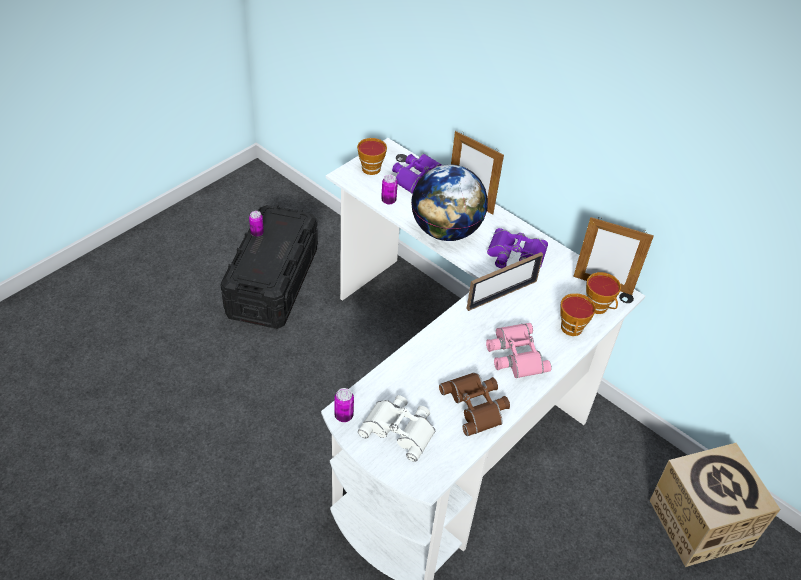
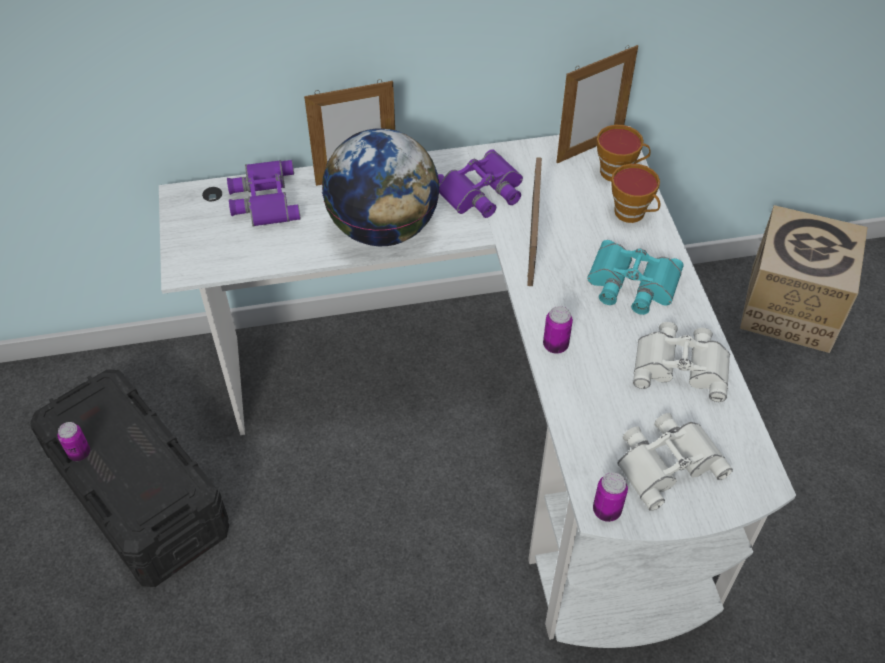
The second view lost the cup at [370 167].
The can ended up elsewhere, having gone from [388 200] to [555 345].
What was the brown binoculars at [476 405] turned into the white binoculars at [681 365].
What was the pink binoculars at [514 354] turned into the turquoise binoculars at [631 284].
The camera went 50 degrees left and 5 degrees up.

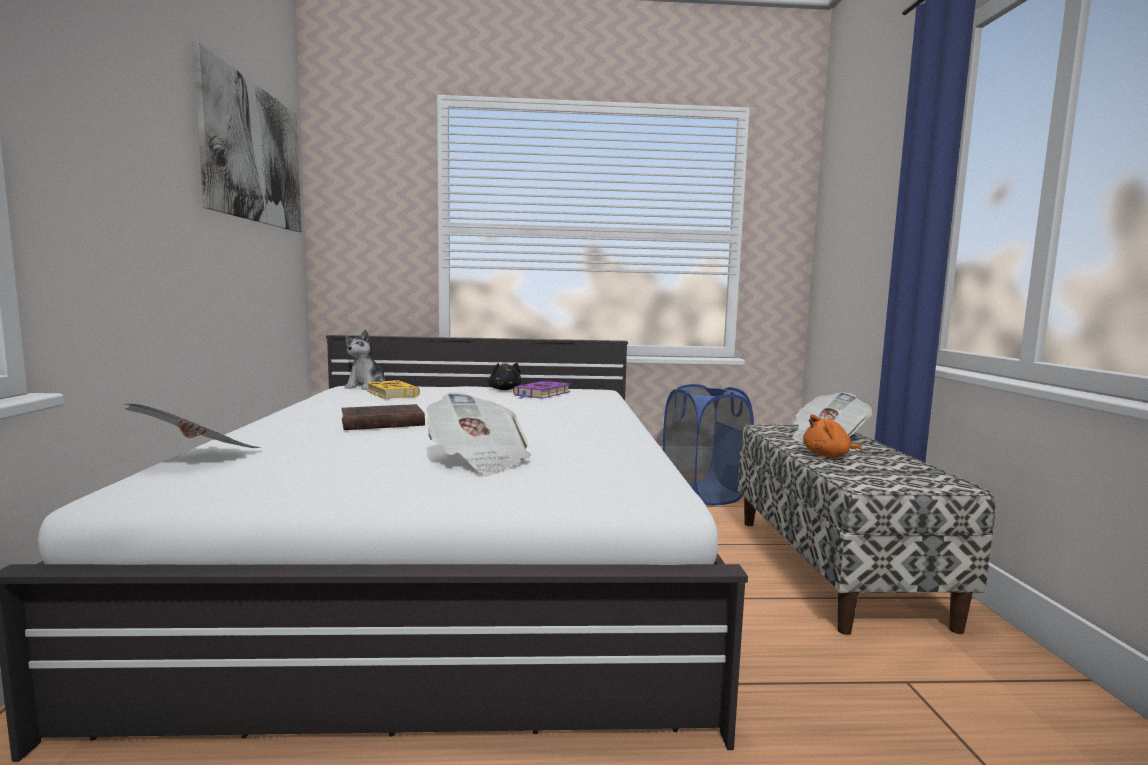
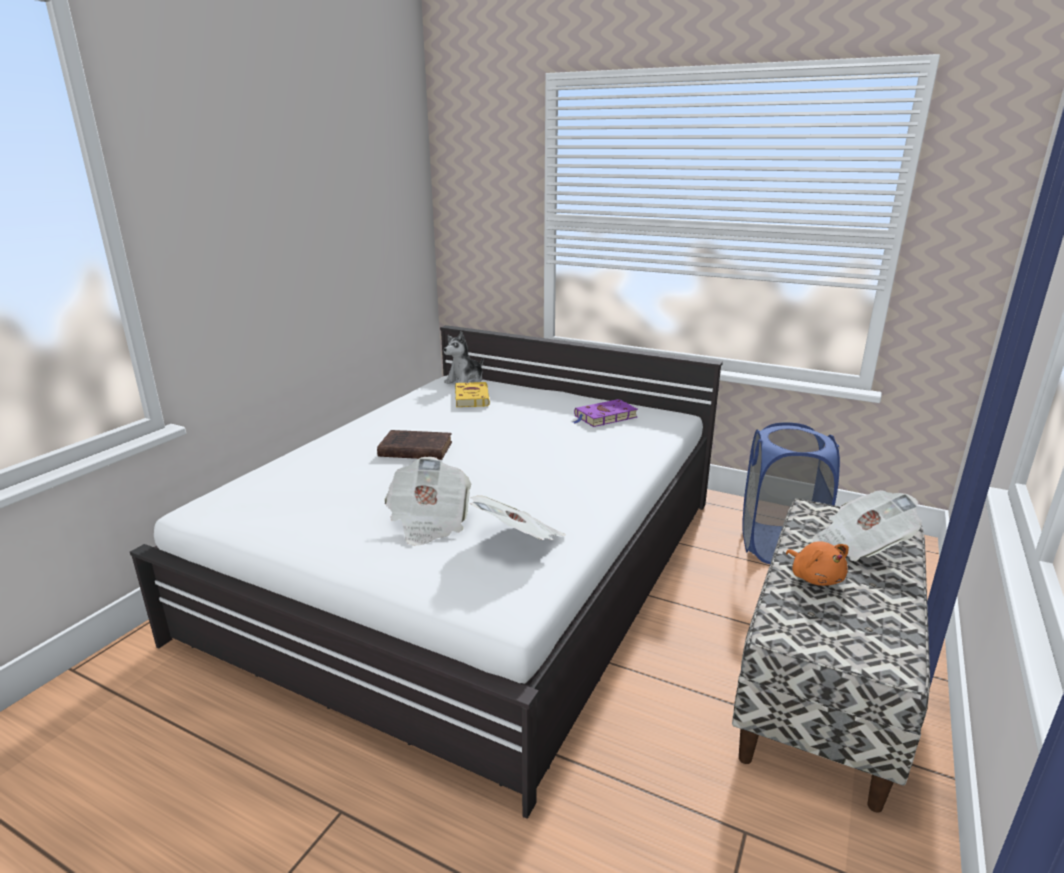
The newspaper ended up elsewhere, having gone from [198 457] to [518 540].
The second view lost the picture at [254 154].
The second view lost the black plush toy at [504 389].
The orange plush toy at [829 456] ended up facing another way, 135 degrees counterclockwise from before.
The camera went 30 degrees right and 15 degrees up.

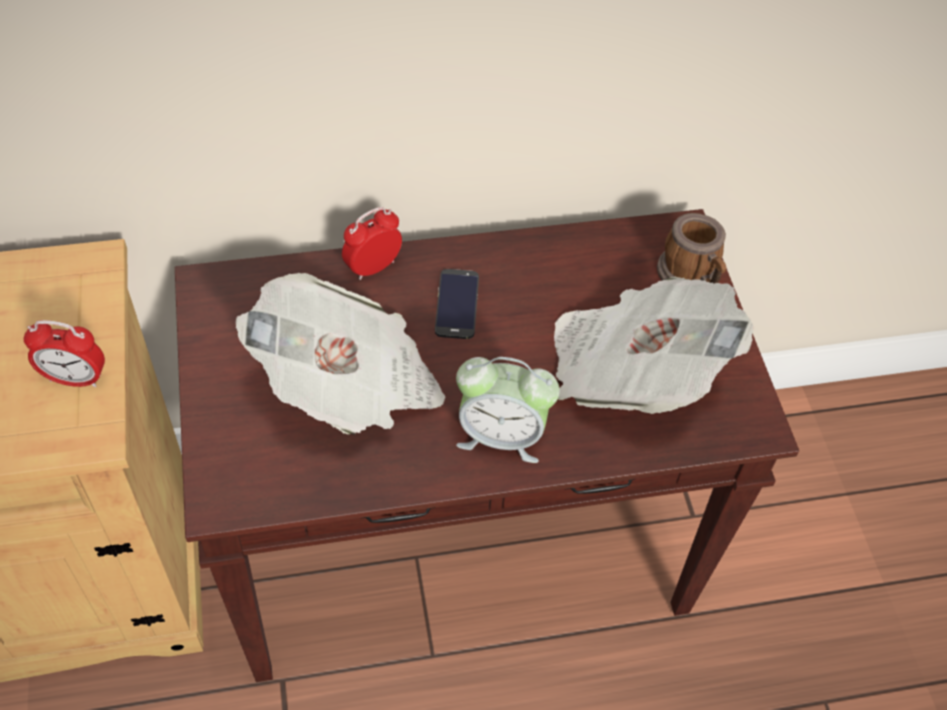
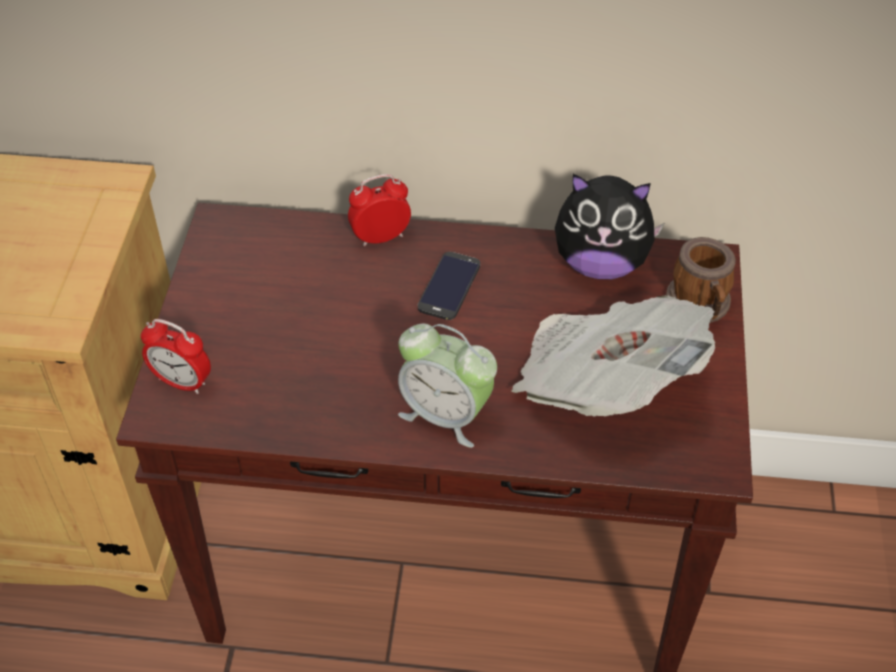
The alarm clock ended up elsewhere, having gone from [75 378] to [182 382].
The second view lost the newspaper at [349 384].
The second view gained the plush toy at [600 263].
The camera went 20 degrees right and 5 degrees down.

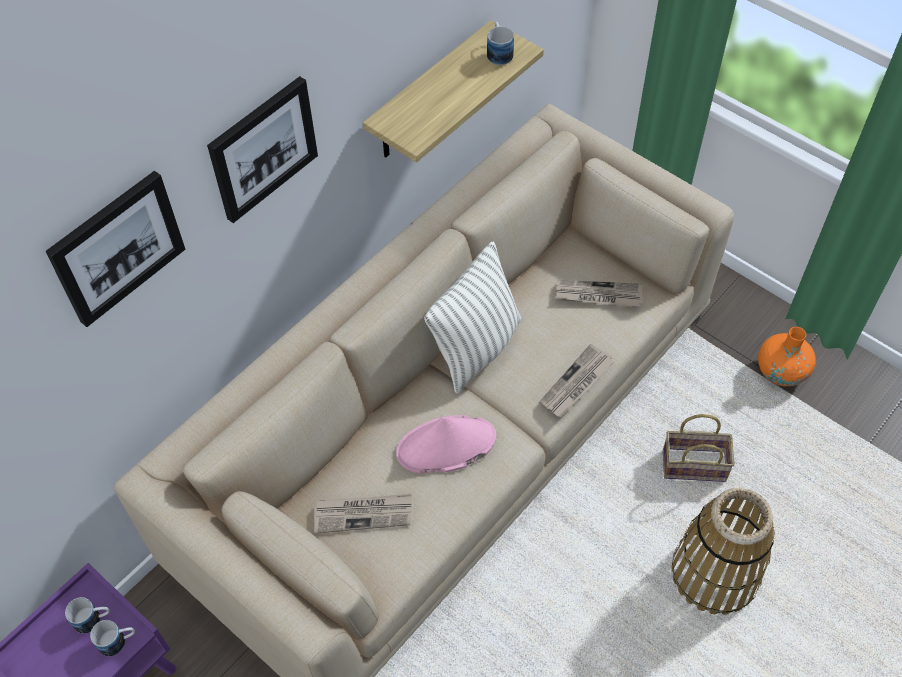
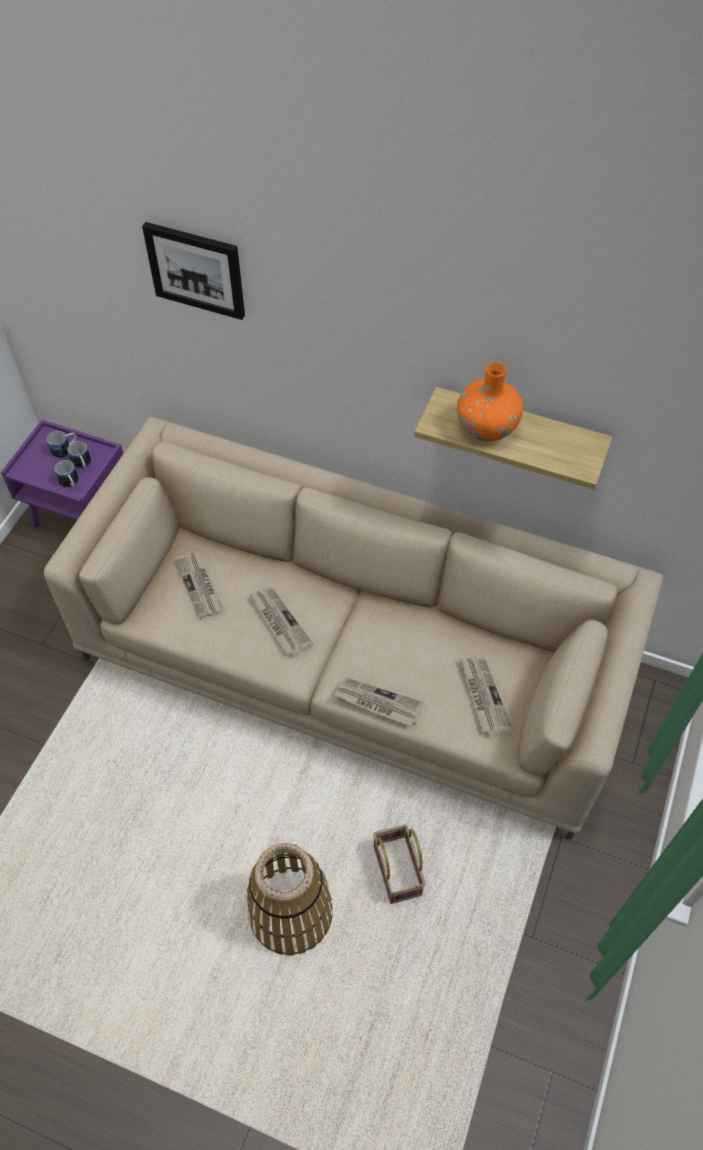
The second view lost the picture at [262 148].
Where the pink hat stood at [446 446], the newspaper came to stand at [279 622].
The second view lost the pillow at [476 348].
The mug ended up elsewhere, having gone from [498 52] to [65 449].
The orange vase ended up elsewhere, having gone from [781 372] to [486 428].
The camera went 70 degrees right and 0 degrees up.

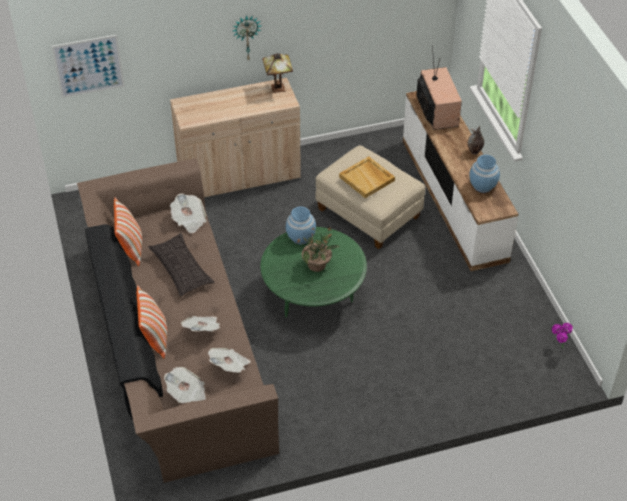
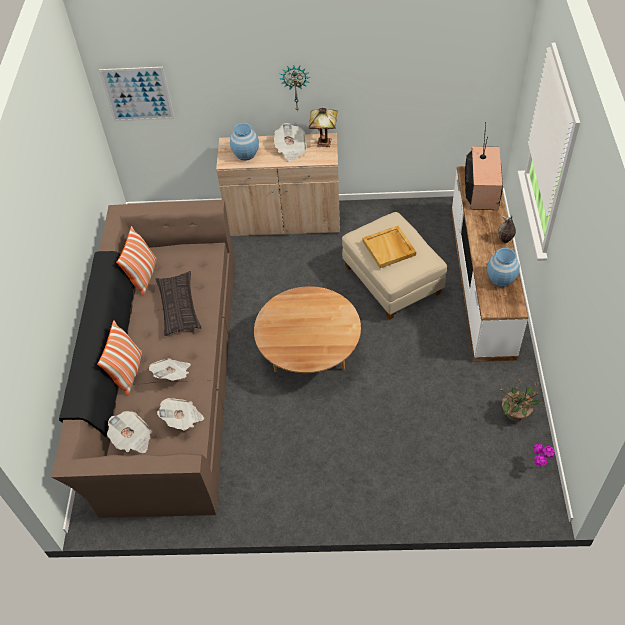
The newspaper ended up elsewhere, having gone from [189 220] to [291 150].
What was the green coffee table at [313 295] turned into the brown coffee table at [309 354].
The blue vase ended up elsewhere, having gone from [300 237] to [246 154].
The potted plant ended up elsewhere, having gone from [317 265] to [516 413].
The camera went 20 degrees right and 5 degrees up.

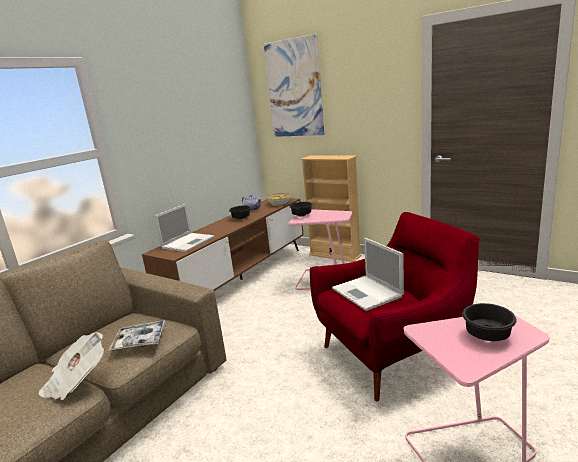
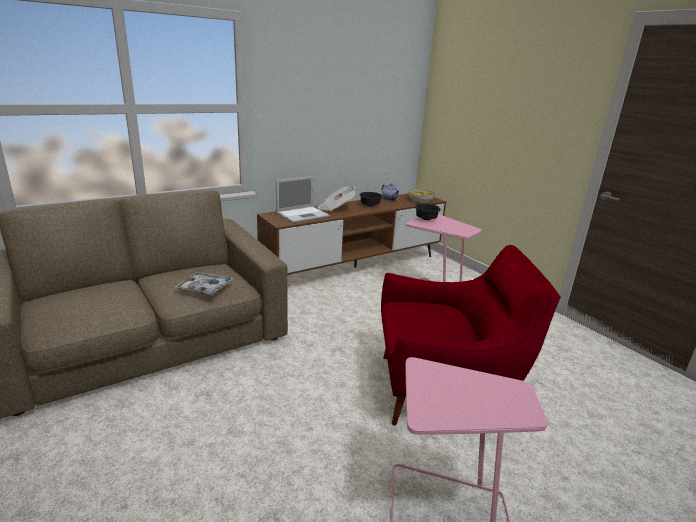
The newspaper ended up elsewhere, having gone from [76 381] to [336 208].
The second view lost the picture at [294 89].
The second view lost the beige bookcase at [335 255].
The second view lost the laptop at [368 293].
The second view lost the black bowl at [489 336].
The camera went 20 degrees right and 5 degrees up.

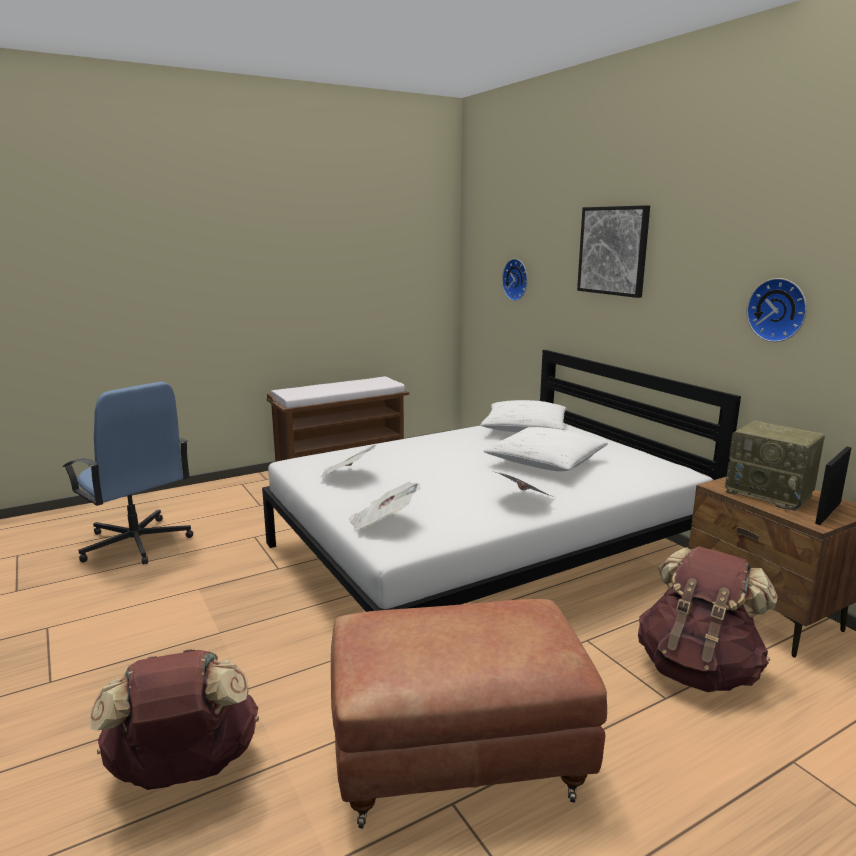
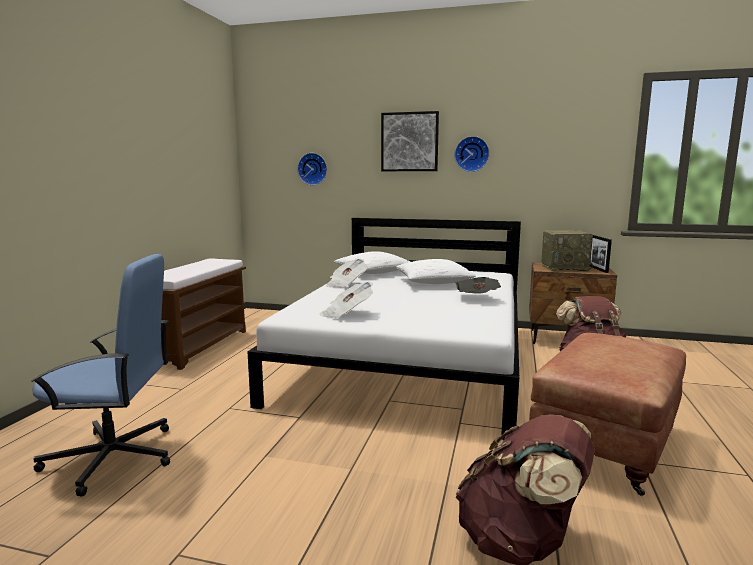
The newspaper ended up elsewhere, having gone from [383 523] to [346 284].
The wall clock ended up elsewhere, having gone from [778 310] to [472 154].
The camera went 45 degrees left and 5 degrees down.

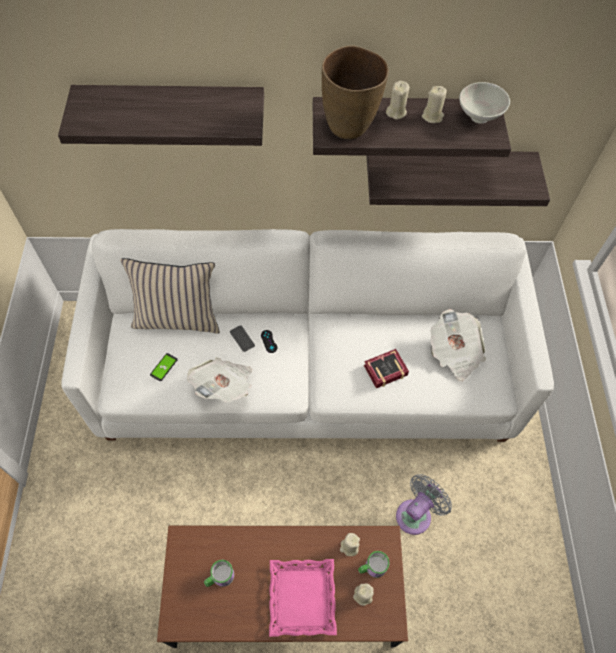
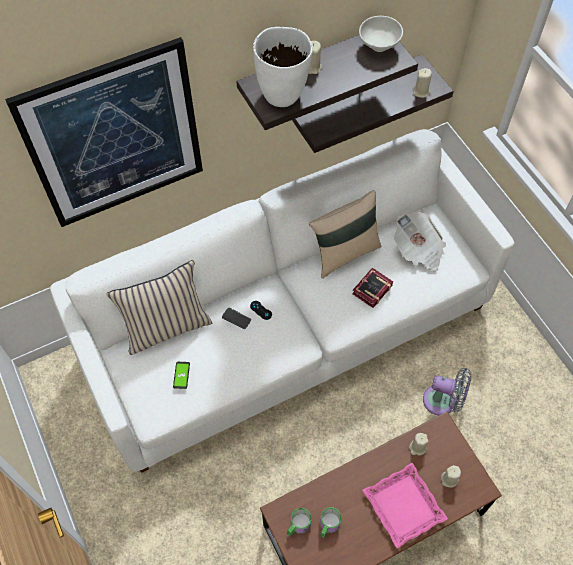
Where the shelf hung at [172 108], the picture came to hang at [115 137].
The second view lost the newspaper at [224 386].
What was the brown vase at [349 126] turned into the white vase at [282 95].
The mug ended up elsewhere, having gone from [372 567] to [298 526].
The grey fan at [416 514] ended up facing another way, 90 degrees clockwise from before.
The beige candle ended up elsewhere, having gone from [432 116] to [421 92].
The second view gained the beige pillow at [344 253].
The camera went 25 degrees left and 0 degrees up.

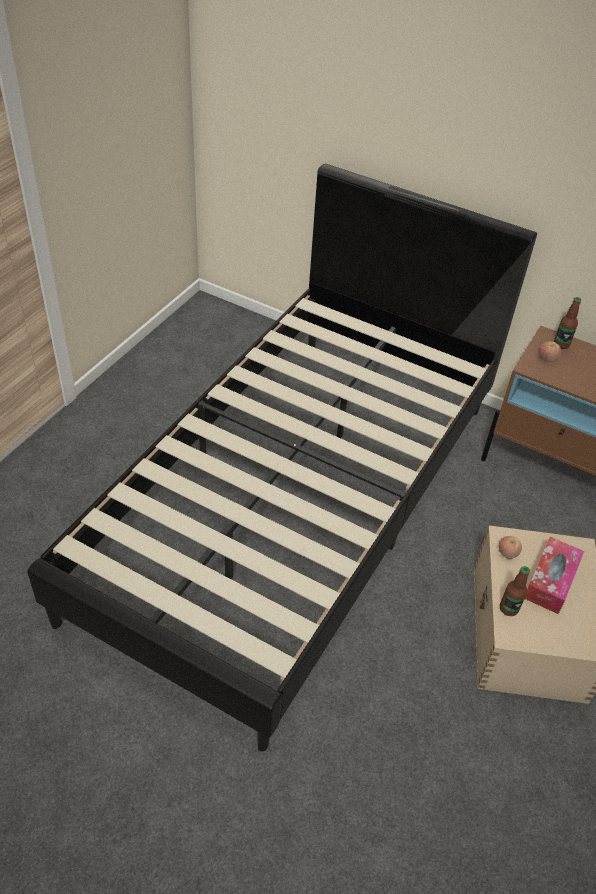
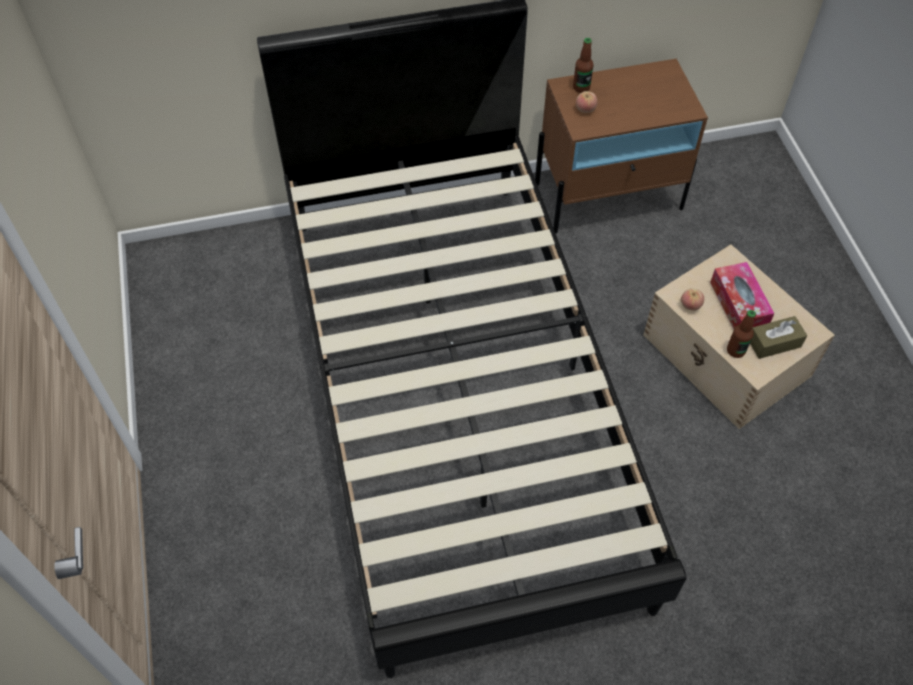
The second view gained the brown tissue box at [774 343].
The camera went 40 degrees left and 10 degrees up.

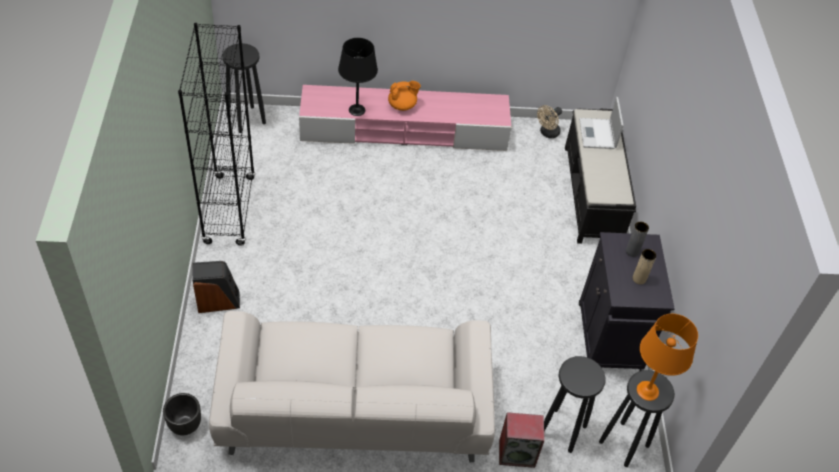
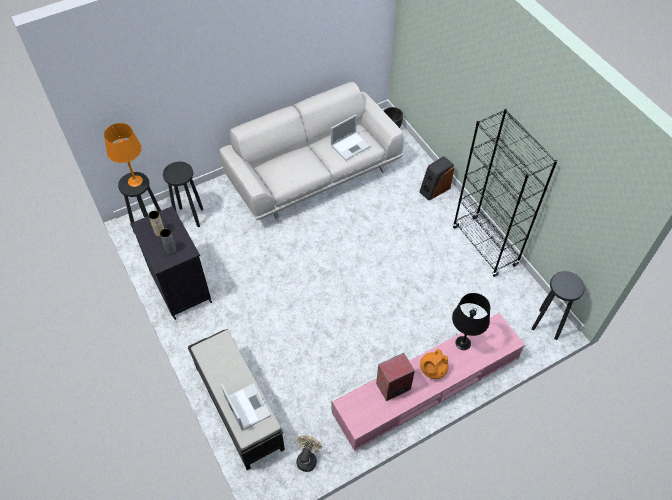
The speaker ended up elsewhere, having gone from [517 453] to [393 387].
The second view gained the laptop at [351 145].
The camera went 155 degrees right and 5 degrees up.

